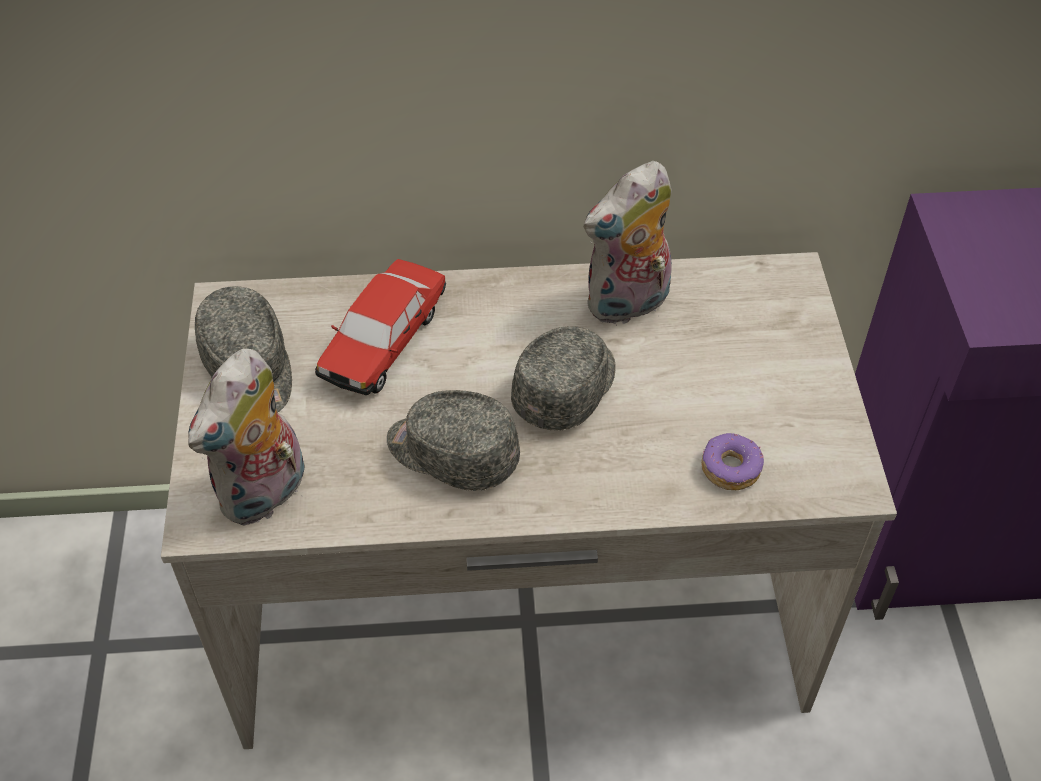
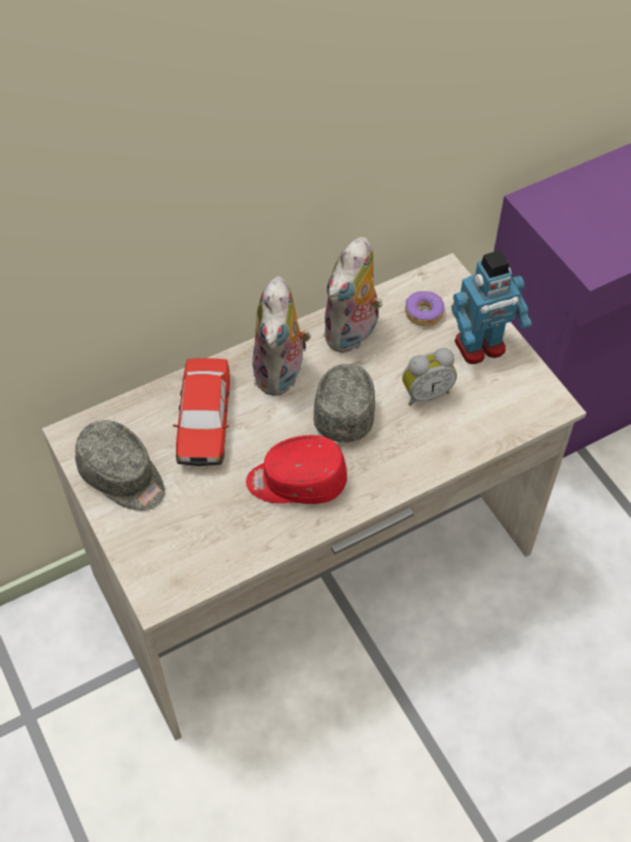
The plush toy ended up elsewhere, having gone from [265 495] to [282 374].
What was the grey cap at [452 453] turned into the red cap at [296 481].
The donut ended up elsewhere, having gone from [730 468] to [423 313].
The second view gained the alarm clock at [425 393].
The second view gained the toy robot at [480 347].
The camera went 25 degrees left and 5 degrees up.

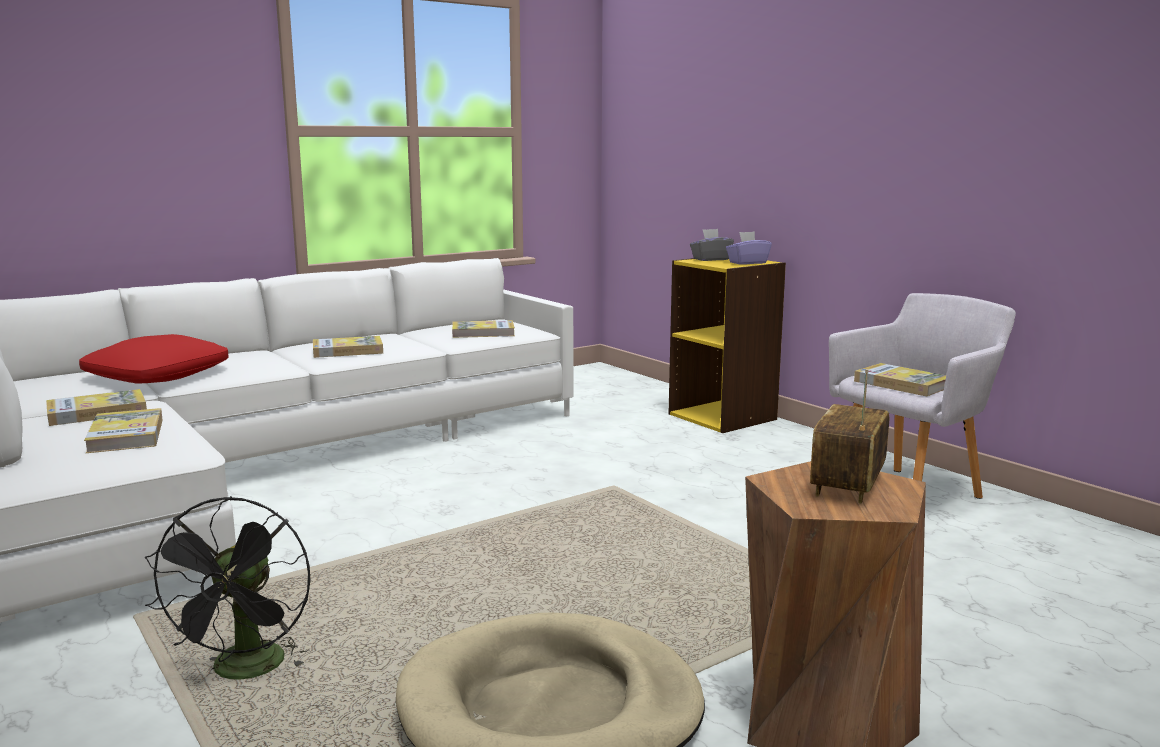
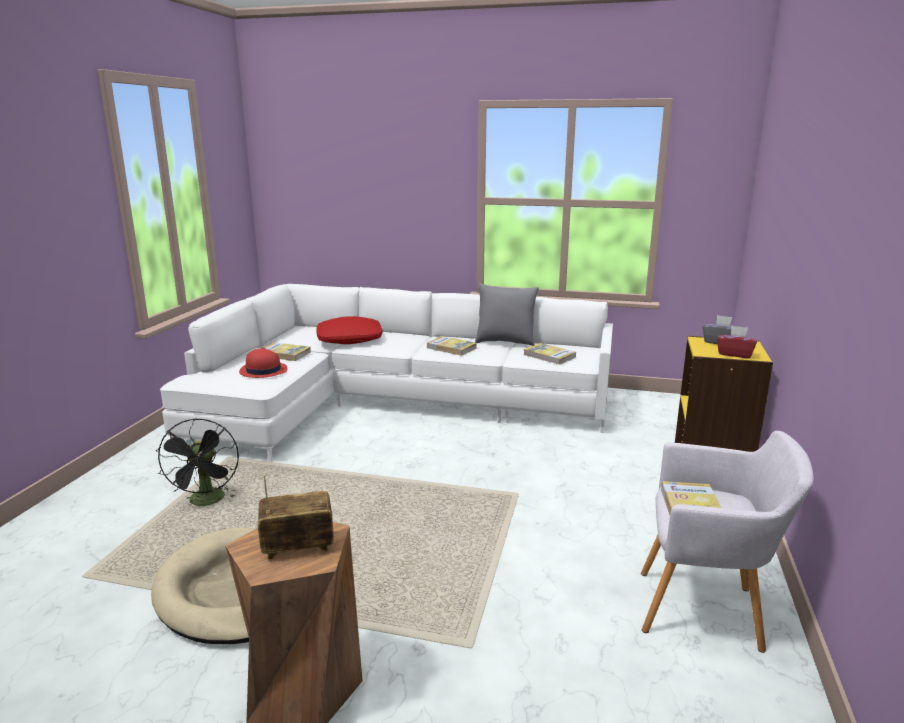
Where the book stood at [126 435], the red hat came to stand at [263 371].
The black fan at [246 672] ended up facing another way, 60 degrees counterclockwise from before.
What was the purple tissue box at [747 263] turned into the red tissue box at [735 354].
The second view gained the grey pillow at [505 342].
The camera went 50 degrees right and 5 degrees up.

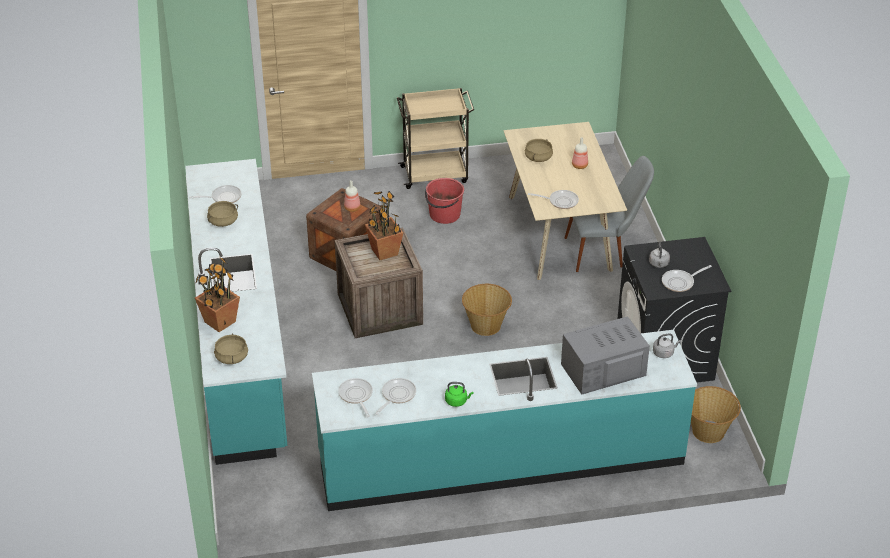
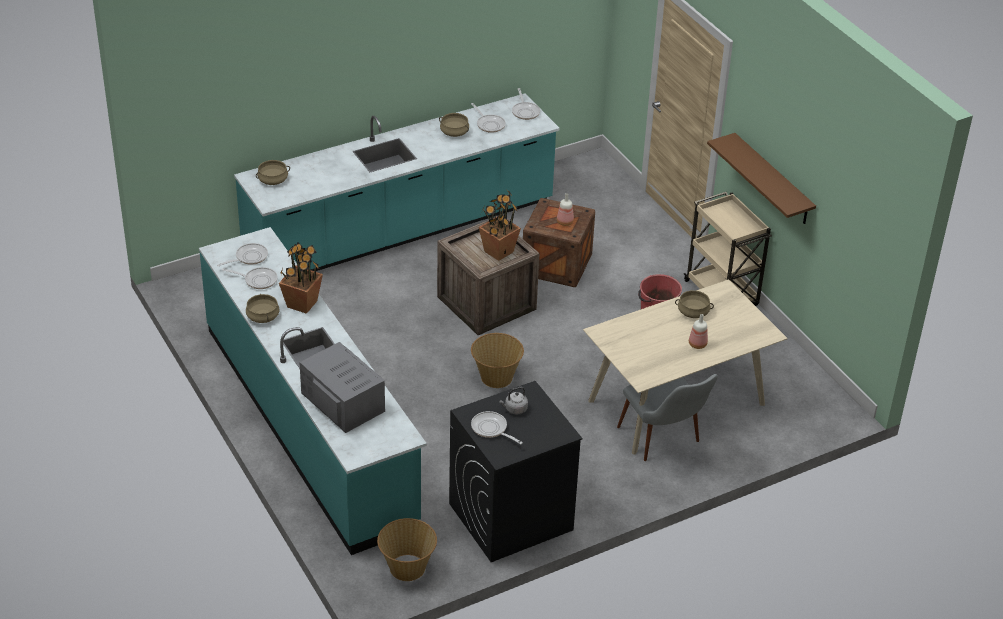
The potted plant ended up elsewhere, having gone from [219 322] to [302 303].
Where the green kettle stood at [457 401], the beige cooking pot came to stand at [263 317].
The frying pan ended up elsewhere, having gone from [560 201] to [525 111].
The second view lost the grey kettle at [664 353].
The second view gained the brown shelf at [772 180].
The camera went 70 degrees right and 0 degrees up.

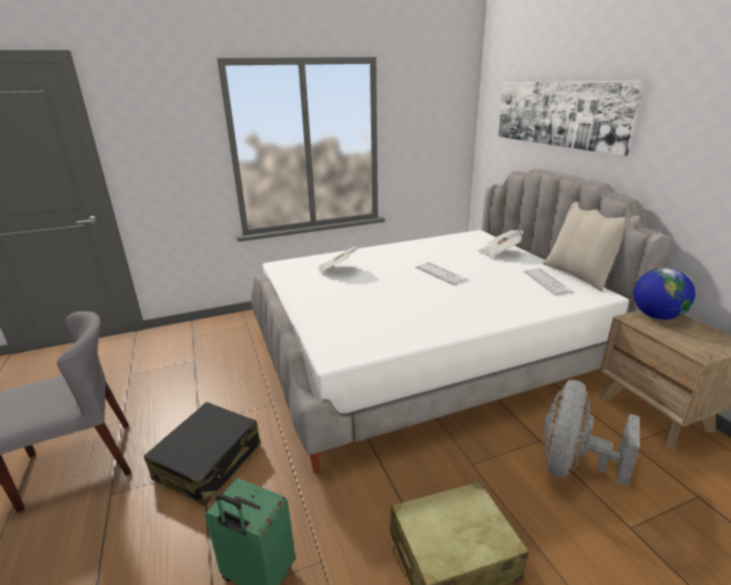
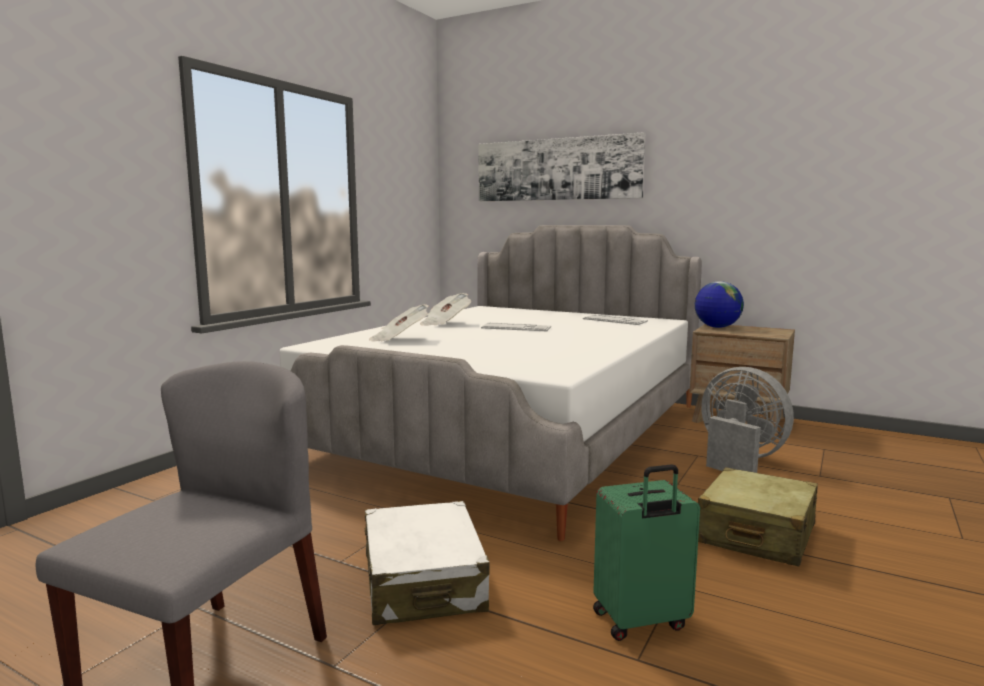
What was the black suitcase at [209 462] turned into the white suitcase at [423 582].
The newspaper ended up elsewhere, having gone from [499 253] to [445 323].
The second view lost the beige pillow at [580 275].
The grey fan at [572 465] ended up facing another way, 150 degrees clockwise from before.
The camera went 40 degrees left and 15 degrees down.

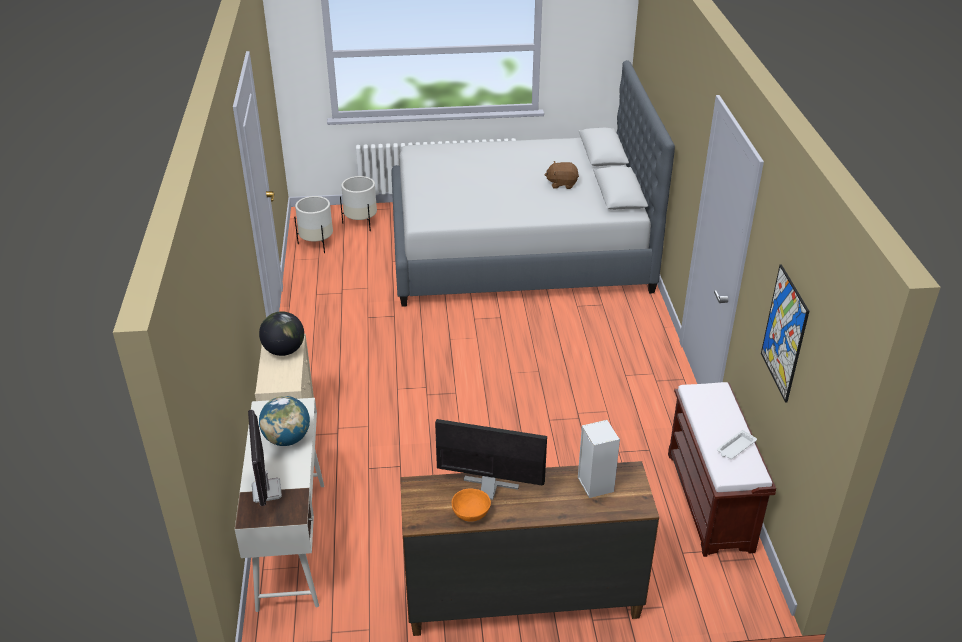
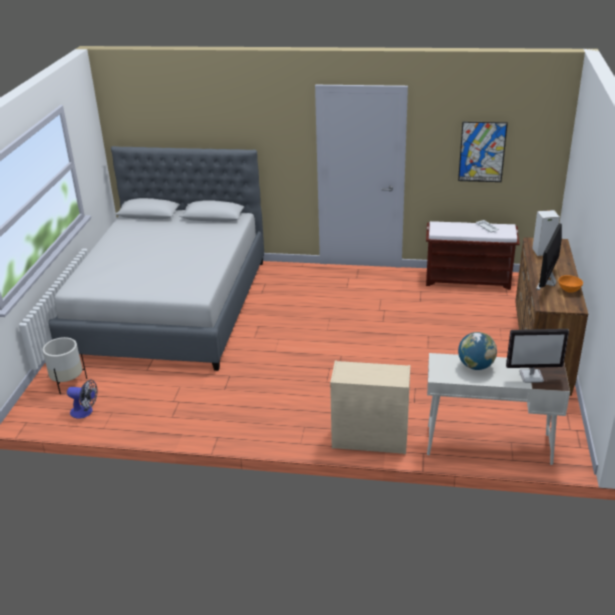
The second view lost the globe at [284 350].
Where the white planter stood at [317 244], the fan came to stand at [85 412].
The second view lost the brown plush toy at [562 184].
The camera went 75 degrees left and 5 degrees down.

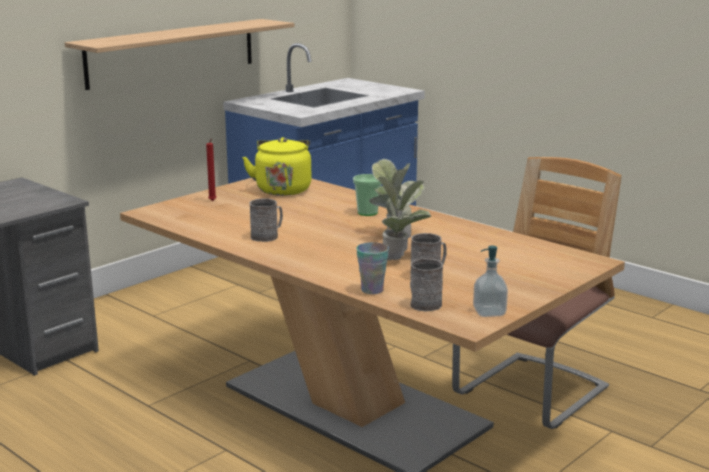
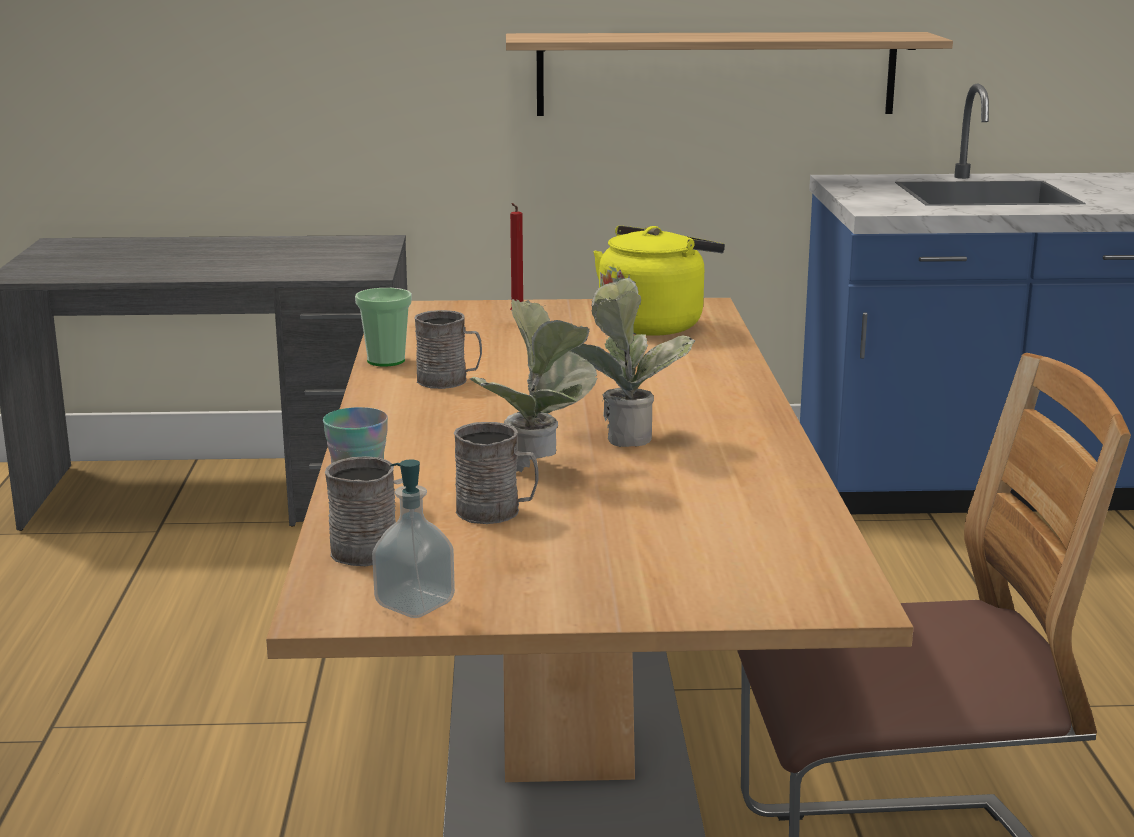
The cup ended up elsewhere, having gone from [367 213] to [386 361].
The camera went 45 degrees right and 0 degrees up.

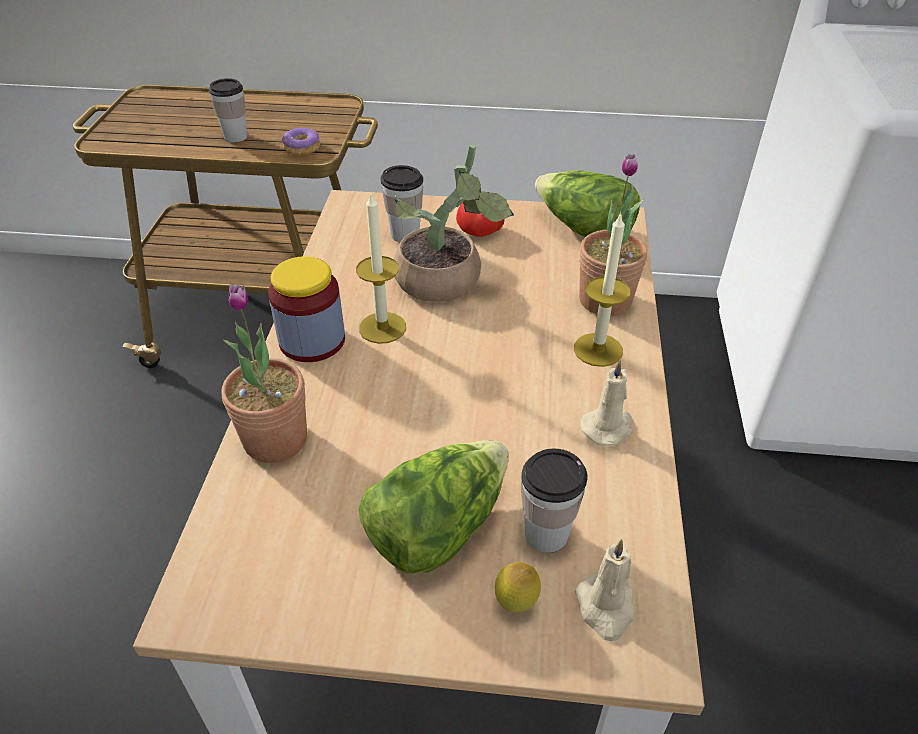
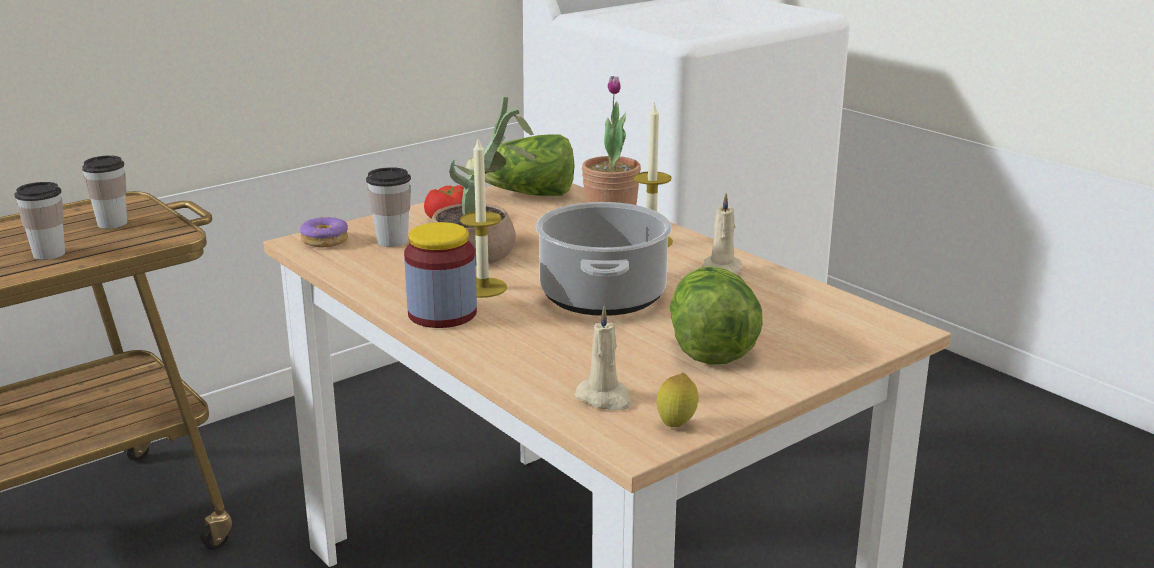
The second view lost the potted plant at [275 439].
The donut ended up elsewhere, having gone from [302 148] to [325 241].
The lemon ended up elsewhere, having gone from [515 604] to [676 425].
The cup ended up elsewhere, having gone from [546 534] to [112 223].
The beige candle ended up elsewhere, having gone from [605 608] to [605 398].
The second view gained the cooking pot at [602 295].
The camera went 45 degrees left and 20 degrees down.

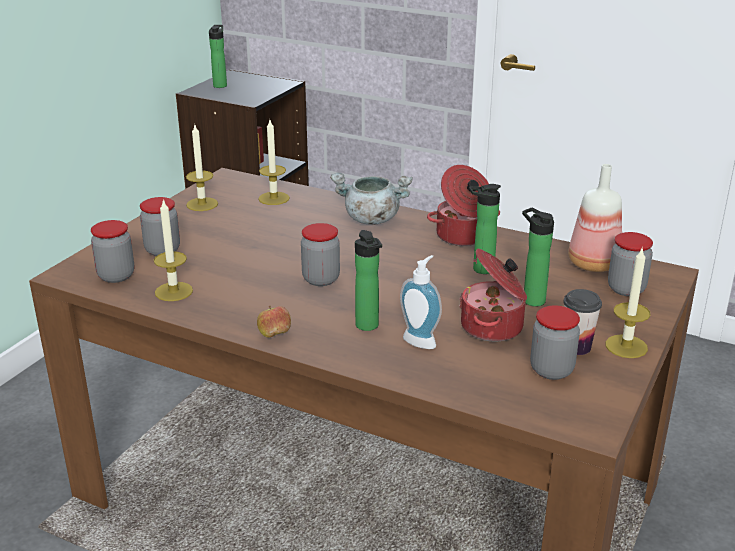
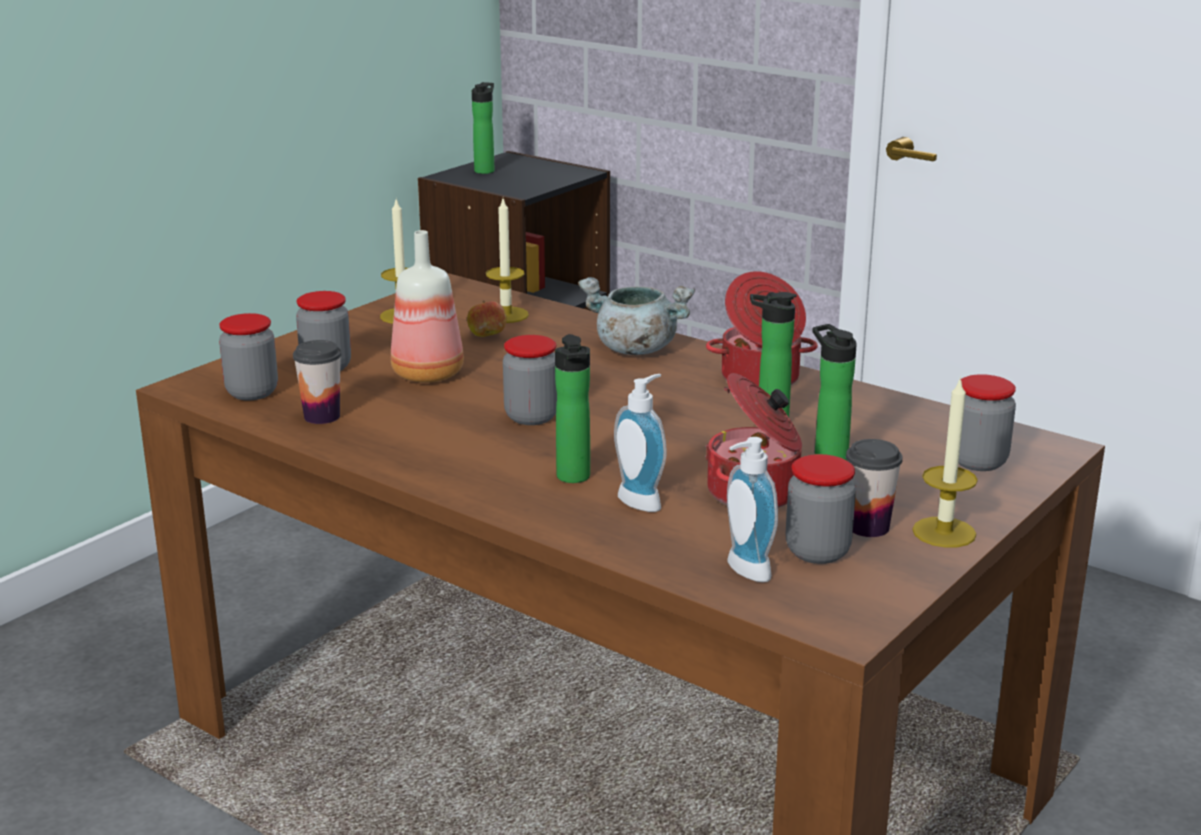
Where the candle stood at [173 291], the cup came to stand at [322 416].
The apple ended up elsewhere, having gone from [274 335] to [487 336].
The bottle ended up elsewhere, having gone from [591 263] to [426 374].
The second view gained the soap dispenser at [743 572].
The camera went 10 degrees right and 5 degrees down.

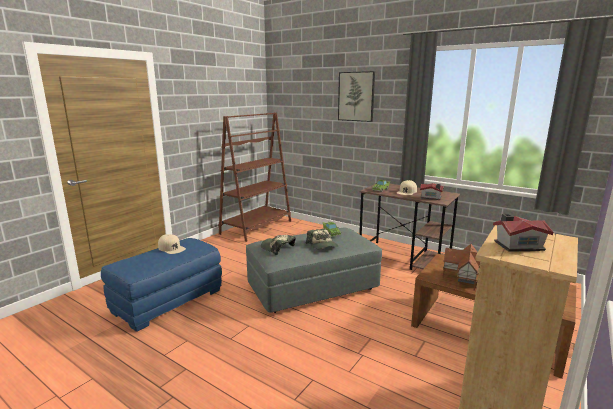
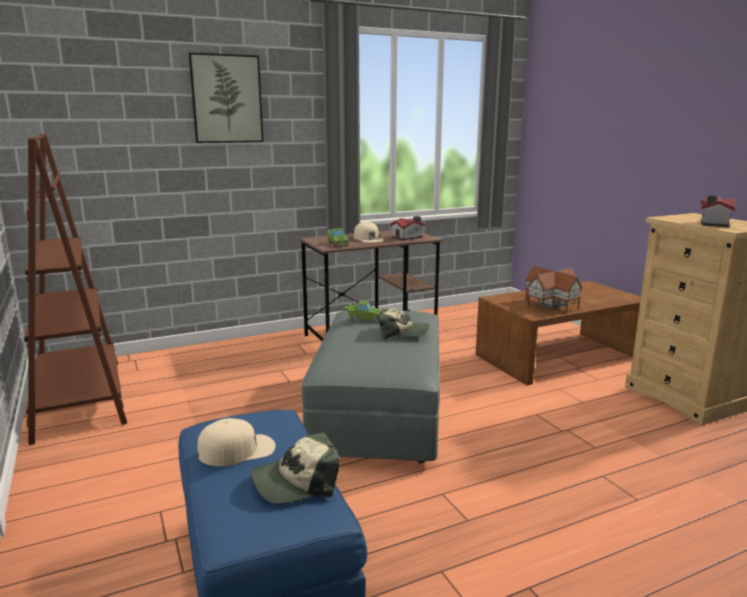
The cap ended up elsewhere, having gone from [277 248] to [296 482].
The camera went 60 degrees left and 0 degrees up.

